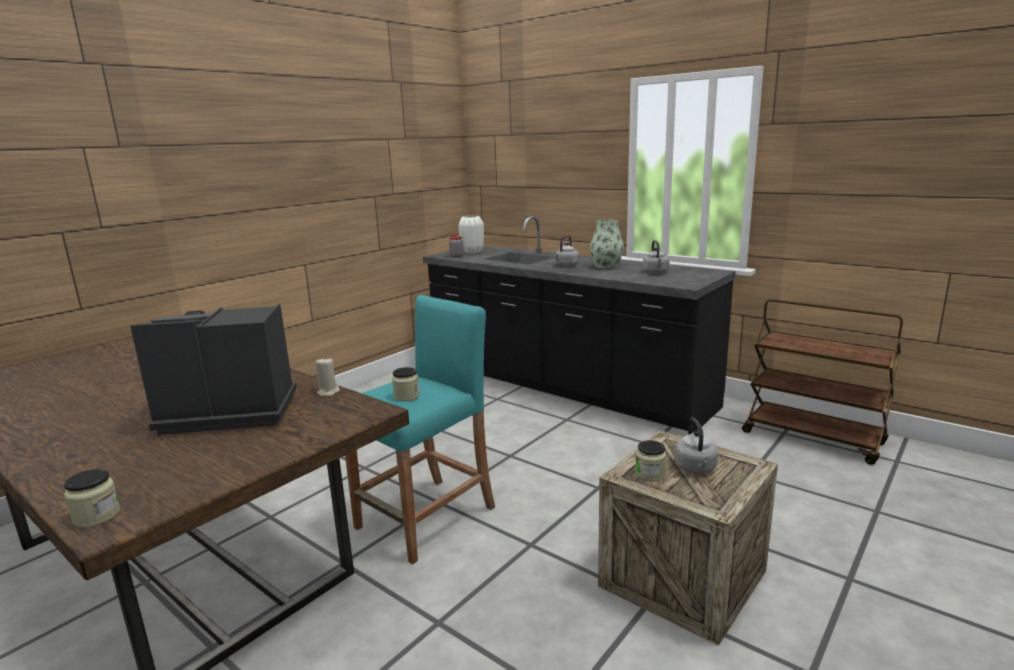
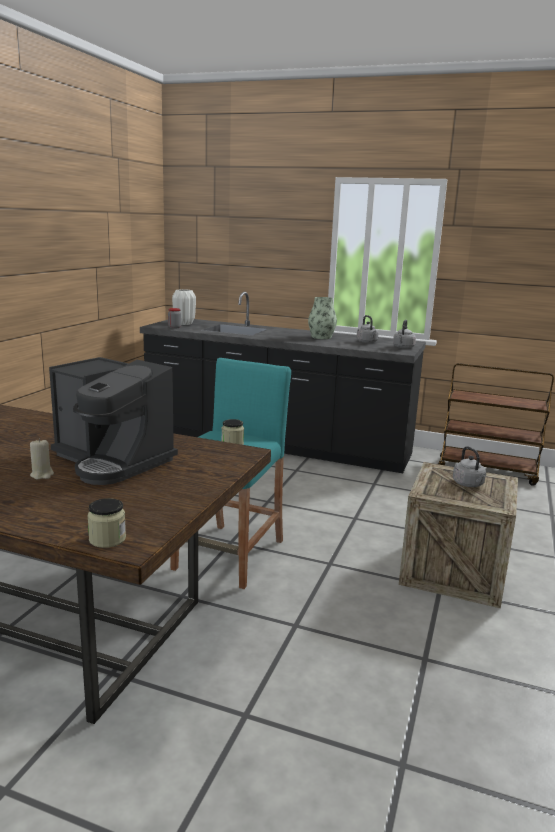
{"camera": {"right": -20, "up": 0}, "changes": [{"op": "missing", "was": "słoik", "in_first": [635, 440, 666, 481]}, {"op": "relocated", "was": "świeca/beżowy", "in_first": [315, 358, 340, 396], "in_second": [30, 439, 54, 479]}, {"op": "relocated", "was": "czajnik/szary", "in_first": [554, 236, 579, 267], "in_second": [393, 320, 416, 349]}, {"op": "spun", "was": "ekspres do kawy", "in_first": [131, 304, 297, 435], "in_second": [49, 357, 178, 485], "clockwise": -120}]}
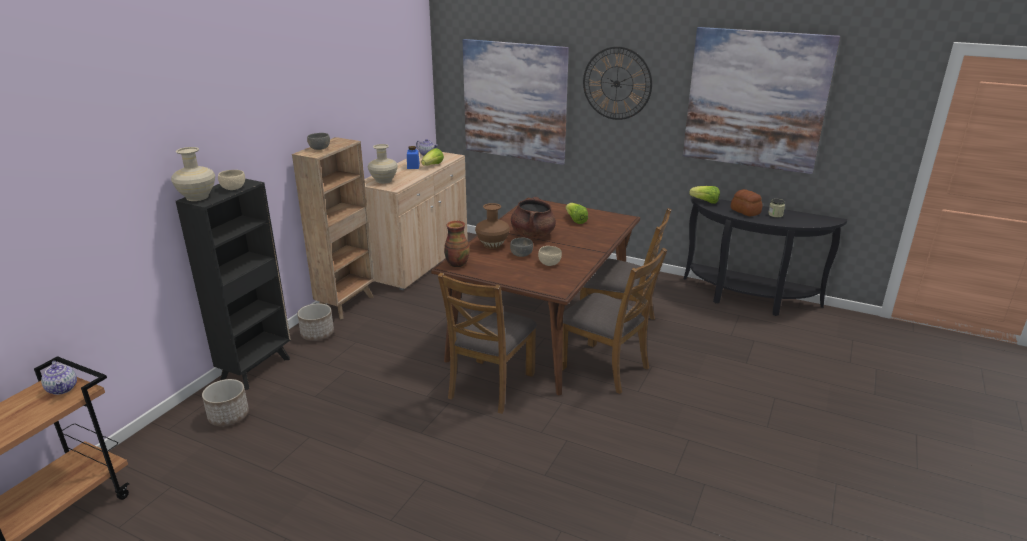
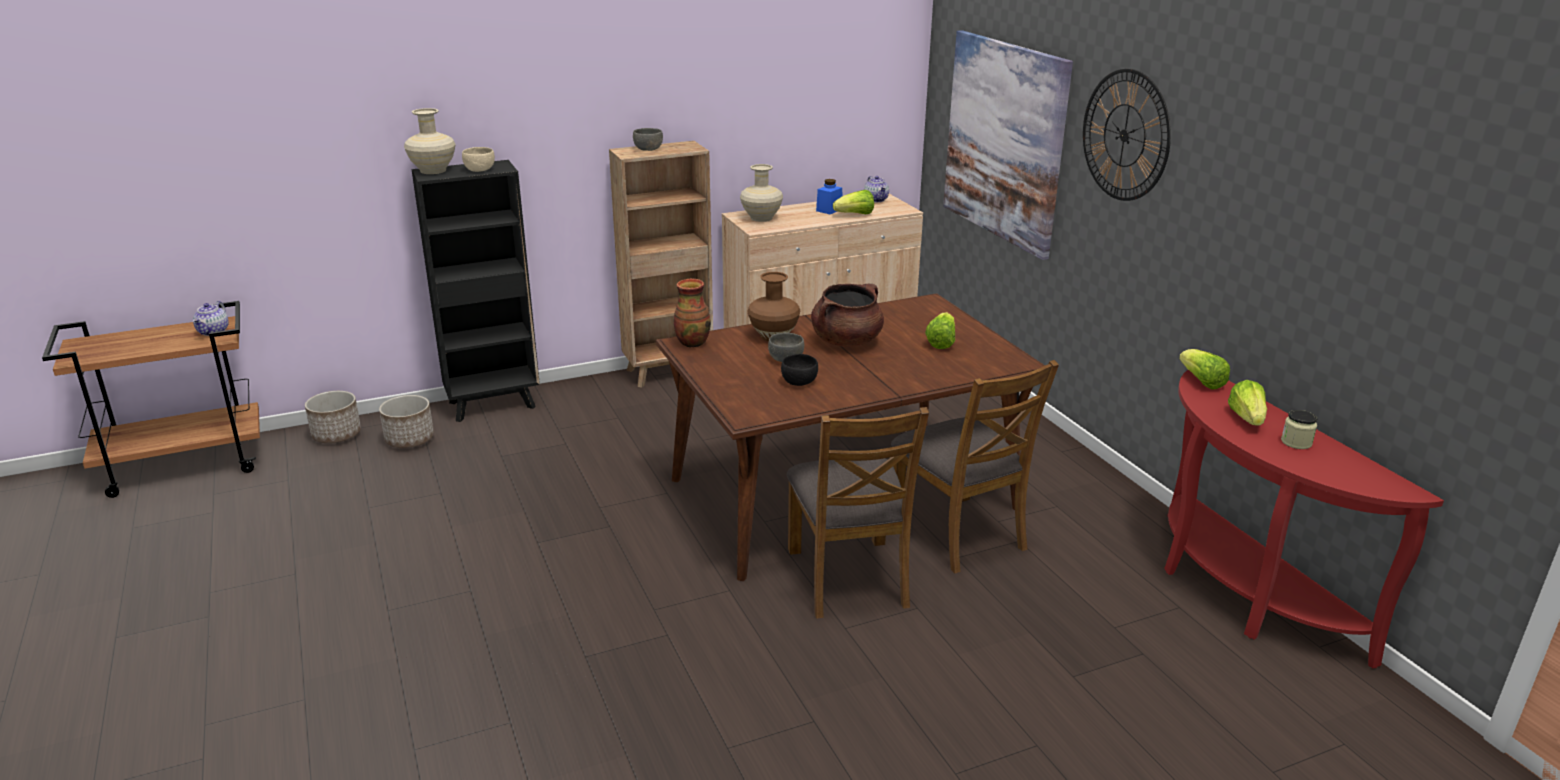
{"camera": {"right": 40, "up": 0}, "changes": [{"op": "missing", "was": "krzesło/brązowy", "in_first": [438, 273, 537, 414]}, {"op": "missing", "was": "obraz", "in_first": [683, 27, 840, 174]}, {"op": "relocated", "was": "donica", "in_first": [297, 303, 334, 341], "in_second": [305, 391, 361, 444]}, {"op": "exchanged", "was": "chleb", "now": "sałata", "in_first": [731, 189, 763, 216], "in_second": [1228, 380, 1267, 426]}, {"op": "colour", "was": "miska/beżowy", "now": "miska/czarny", "in_first": [538, 246, 562, 266], "in_second": [781, 354, 818, 386]}, {"op": "colour", "was": "stolik konsolowy/czarny", "now": "stolik konsolowy/czerwony", "in_first": [684, 196, 848, 316], "in_second": [1164, 370, 1444, 668]}]}
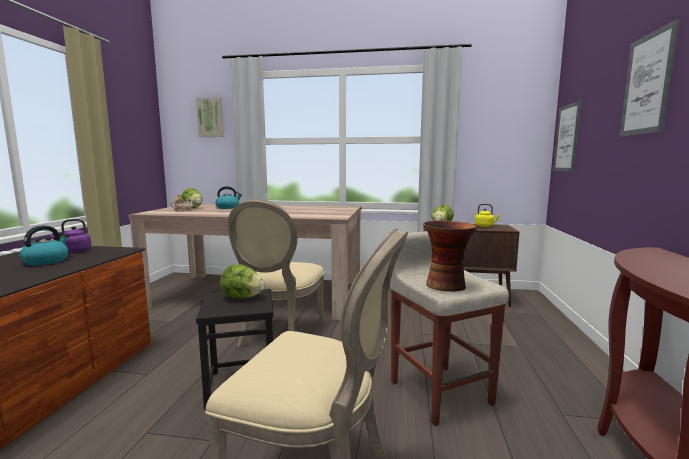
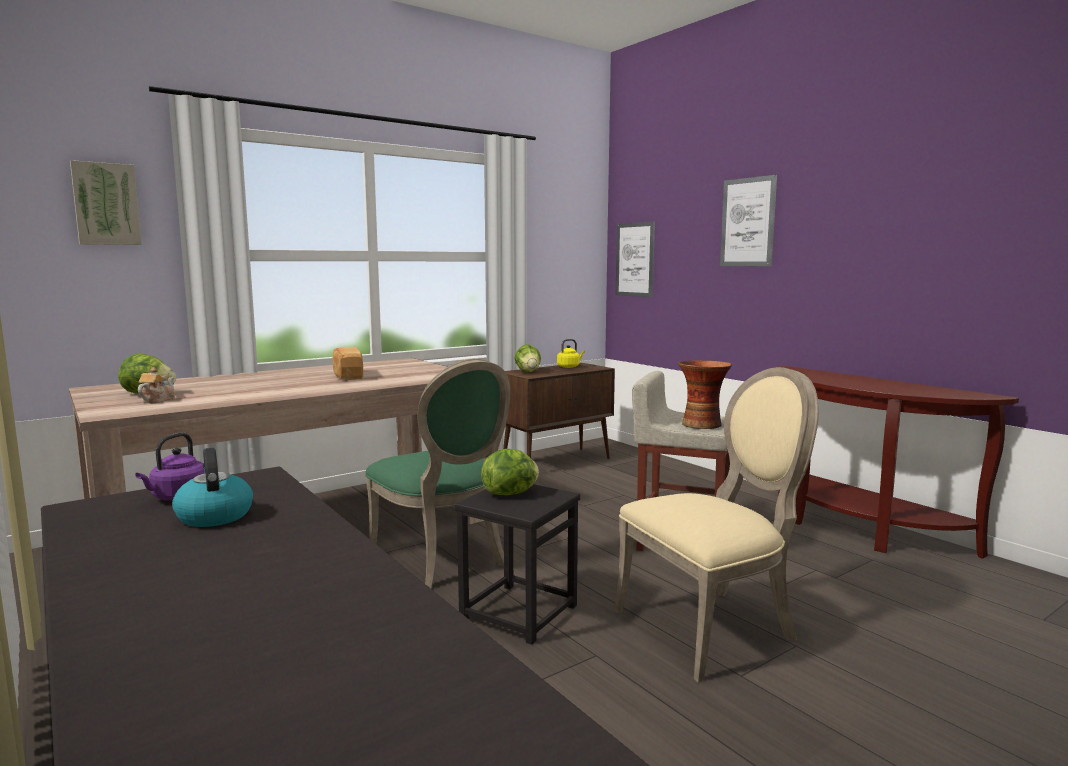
{"camera": {"right": -45, "up": 0}, "changes": [{"op": "missing", "was": "czajnik", "in_first": [215, 186, 242, 209]}, {"op": "appeared", "now": "chleb", "in_second": [333, 347, 363, 380]}, {"op": "colour", "was": "krzesło/beżowy", "now": "krzesło/zielony", "in_first": [228, 199, 324, 348], "in_second": [365, 358, 510, 588]}]}
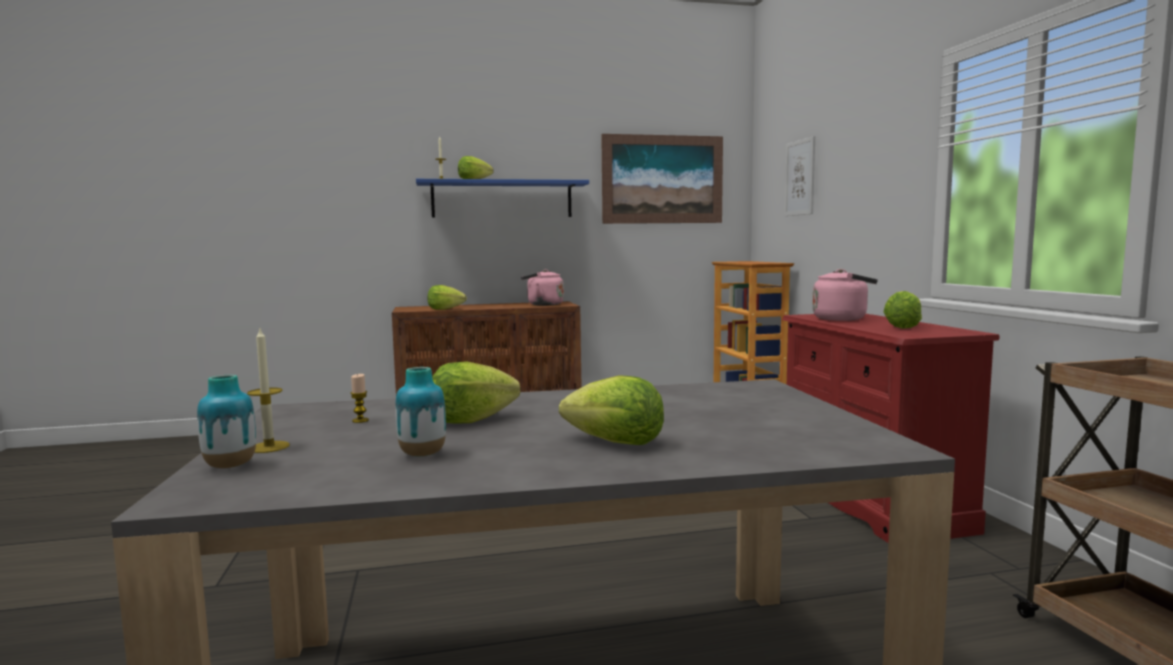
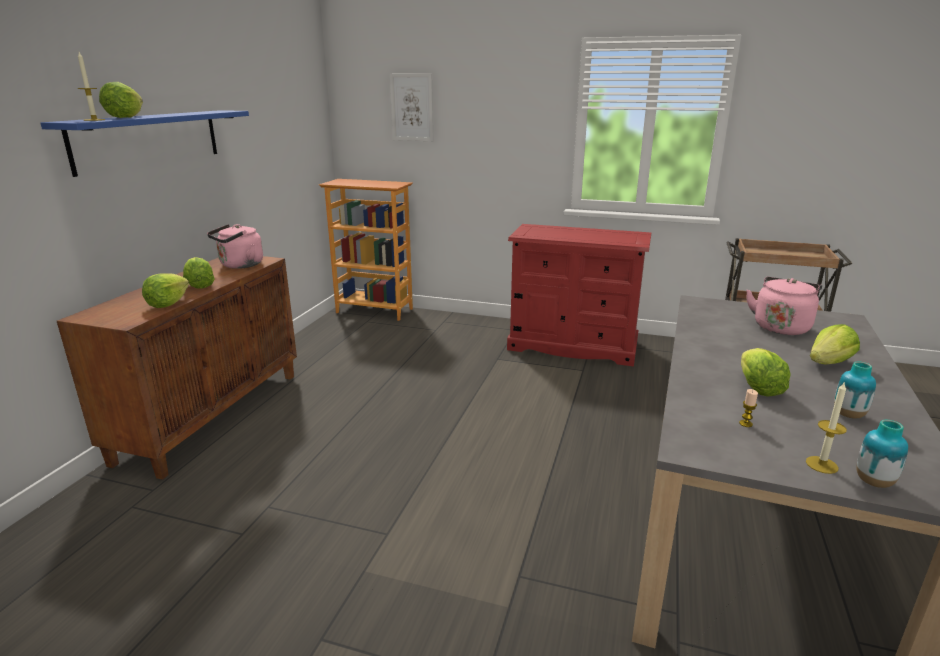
{"camera": {"right": -60, "up": 15}, "changes": [{"op": "missing", "was": "obraz", "in_first": [601, 134, 723, 224]}, {"op": "relocated", "was": "czajnik/różowy", "in_first": [812, 269, 878, 321], "in_second": [746, 276, 822, 335]}, {"op": "relocated", "was": "sałata", "in_first": [883, 291, 922, 329], "in_second": [183, 257, 215, 289]}]}
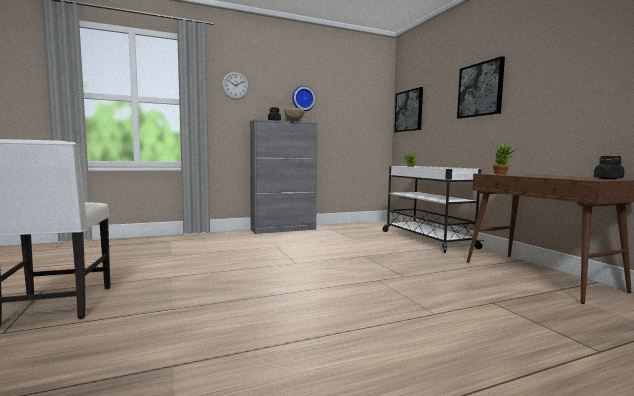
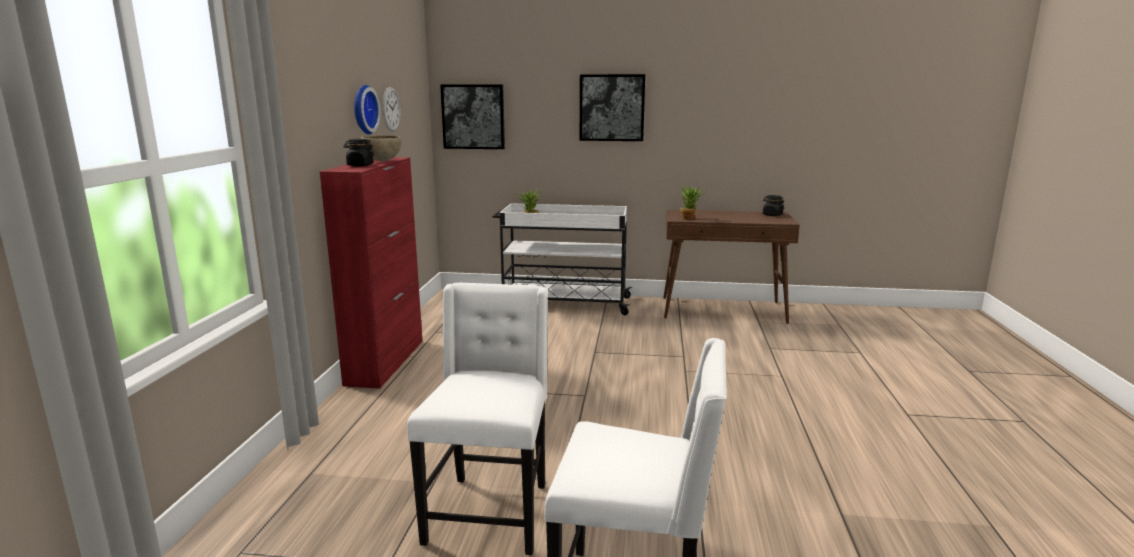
{"camera": {"right": -60, "up": 10}, "changes": [{"op": "appeared", "now": "krzesło/biały", "in_second": [407, 283, 548, 555]}, {"op": "relocated", "was": "zegar ścienny", "in_first": [222, 72, 249, 100], "in_second": [383, 87, 401, 131]}, {"op": "colour", "was": "szafka/szary", "now": "szafka/czerwony", "in_first": [250, 119, 318, 234], "in_second": [320, 157, 423, 389]}]}
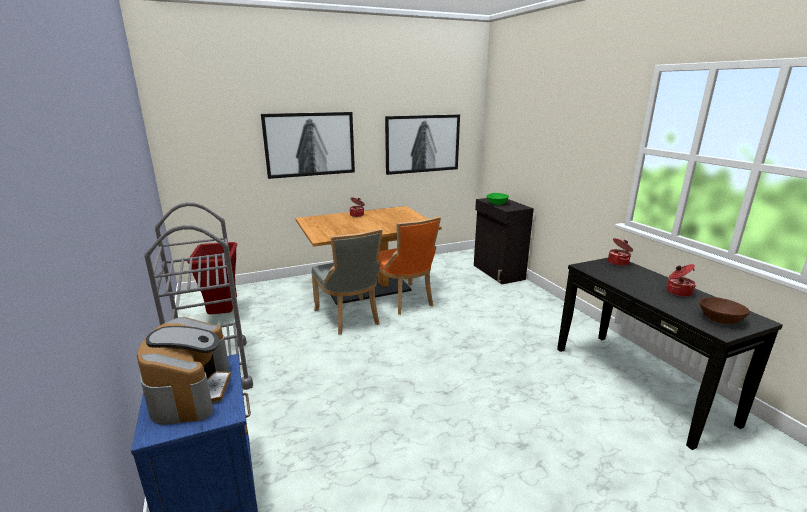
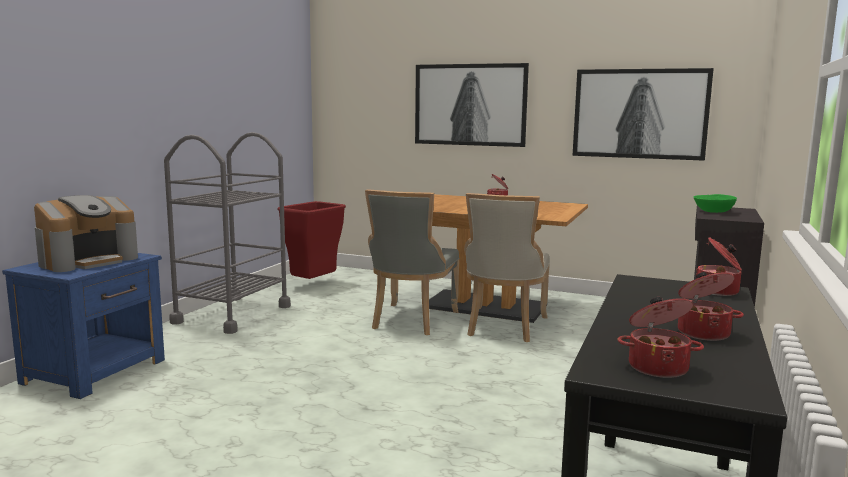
{"camera": {"right": 45, "up": -10}, "changes": [{"op": "exchanged", "was": "miska/brązowy", "now": "garnek", "in_first": [700, 297, 750, 324], "in_second": [618, 297, 704, 378]}, {"op": "colour", "was": "krzesło/pomarańczowy", "now": "krzesło/beżowy", "in_first": [378, 217, 441, 315], "in_second": [464, 193, 550, 342]}]}
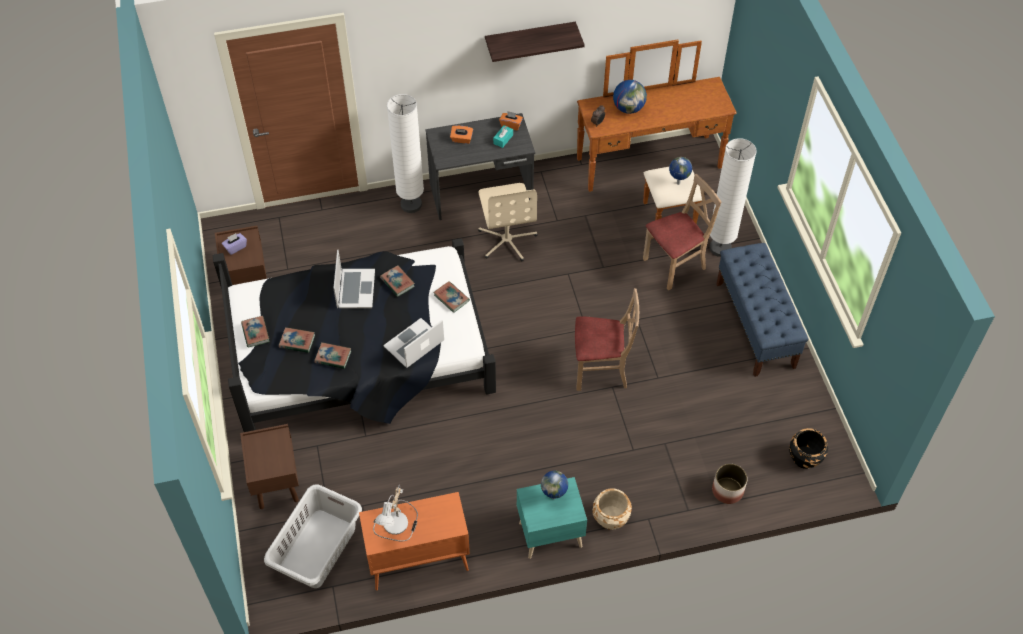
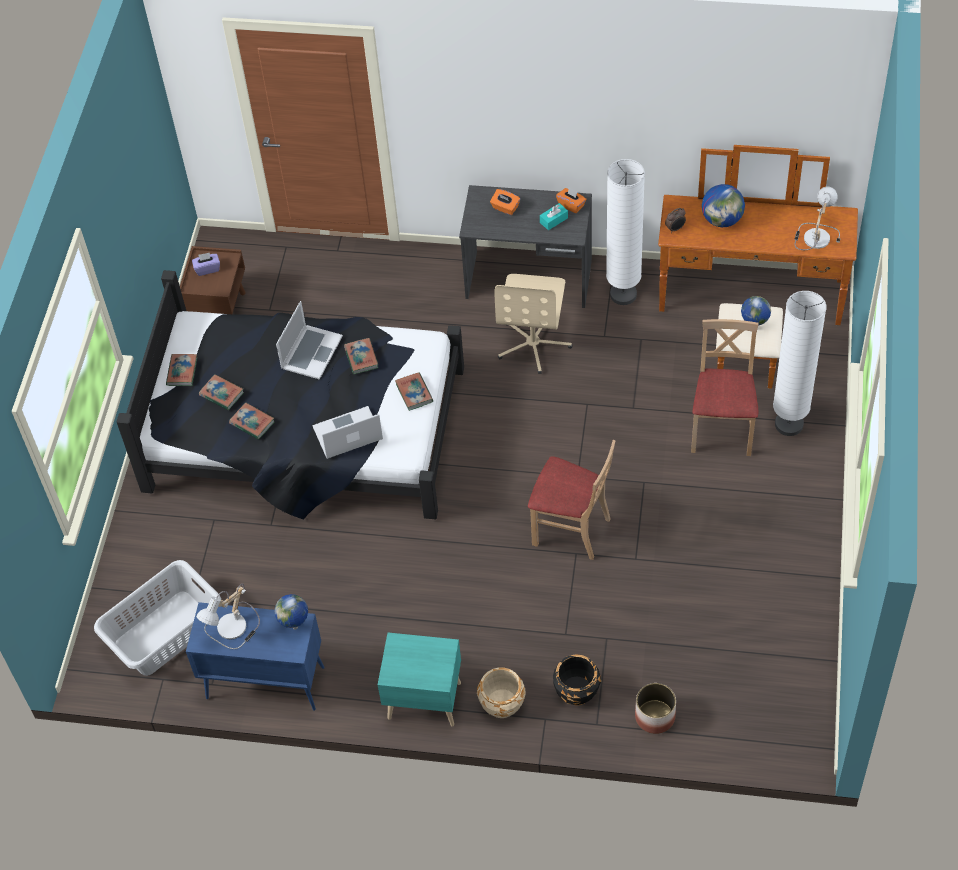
{"camera": {"right": 25, "up": 0}, "changes": [{"op": "missing", "was": "szafka nocna/brązowy", "in_first": [240, 424, 299, 509]}, {"op": "missing", "was": "półka", "in_first": [485, 22, 585, 62]}, {"op": "missing", "was": "ławka/niebieski", "in_first": [716, 243, 808, 377]}, {"op": "appeared", "now": "lampa stołowa", "in_second": [794, 186, 840, 250]}, {"op": "relocated", "was": "lampa stojąca/biały", "in_first": [387, 94, 424, 213], "in_second": [606, 159, 645, 305]}, {"op": "relocated", "was": "globus", "in_first": [541, 471, 568, 499], "in_second": [274, 594, 308, 630]}, {"op": "relocated", "was": "donica/czarny", "in_first": [789, 428, 828, 469], "in_second": [553, 654, 601, 705]}, {"op": "colour", "was": "szafka/pomarańczowy", "now": "szafka/niebieski", "in_first": [359, 492, 470, 591], "in_second": [186, 602, 325, 711]}, {"op": "spun", "was": "krzesło/beżowy", "in_first": [643, 174, 722, 290], "in_second": [691, 319, 758, 456], "clockwise": -75}]}
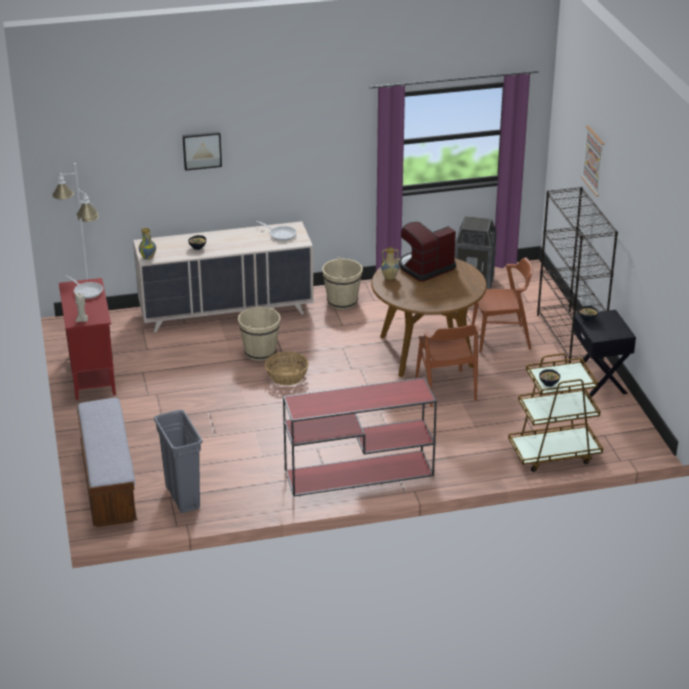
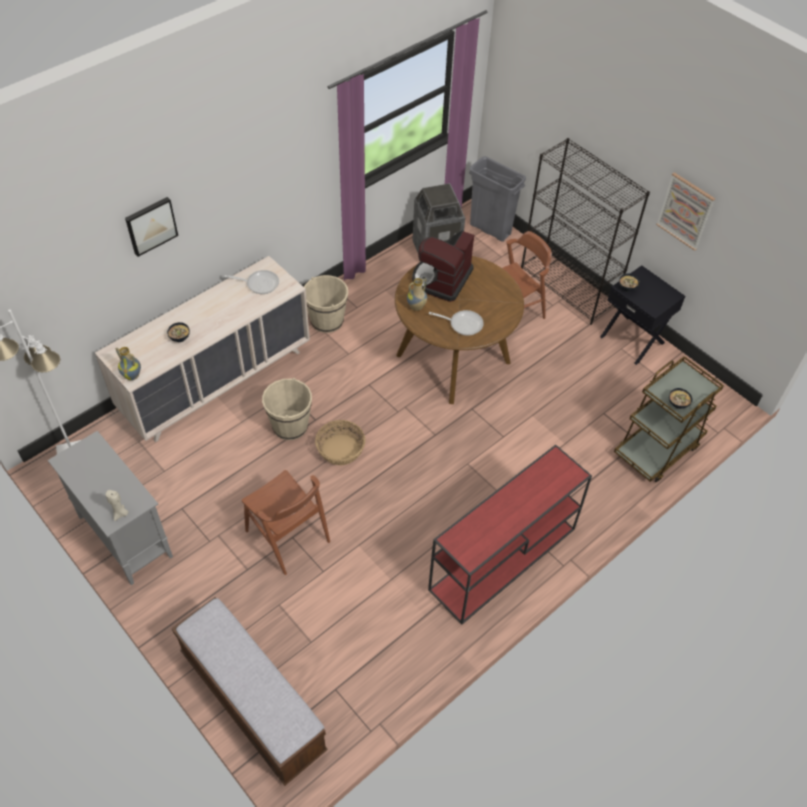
{"camera": {"right": -30, "up": 20}, "changes": [{"op": "relocated", "was": "patelnia", "in_first": [65, 275, 103, 299], "in_second": [429, 310, 484, 336]}, {"op": "relocated", "was": "kosz na śmieci/szary", "in_first": [154, 410, 203, 513], "in_second": [469, 156, 526, 242]}, {"op": "relocated", "was": "krzesło/brązowy", "in_first": [416, 325, 479, 407], "in_second": [242, 470, 330, 575]}, {"op": "relocated", "was": "obraz", "in_first": [581, 125, 605, 197], "in_second": [656, 172, 715, 251]}, {"op": "colour", "was": "szafka/czerwony", "now": "szafka/szary", "in_first": [59, 278, 116, 400], "in_second": [48, 431, 173, 585]}]}
